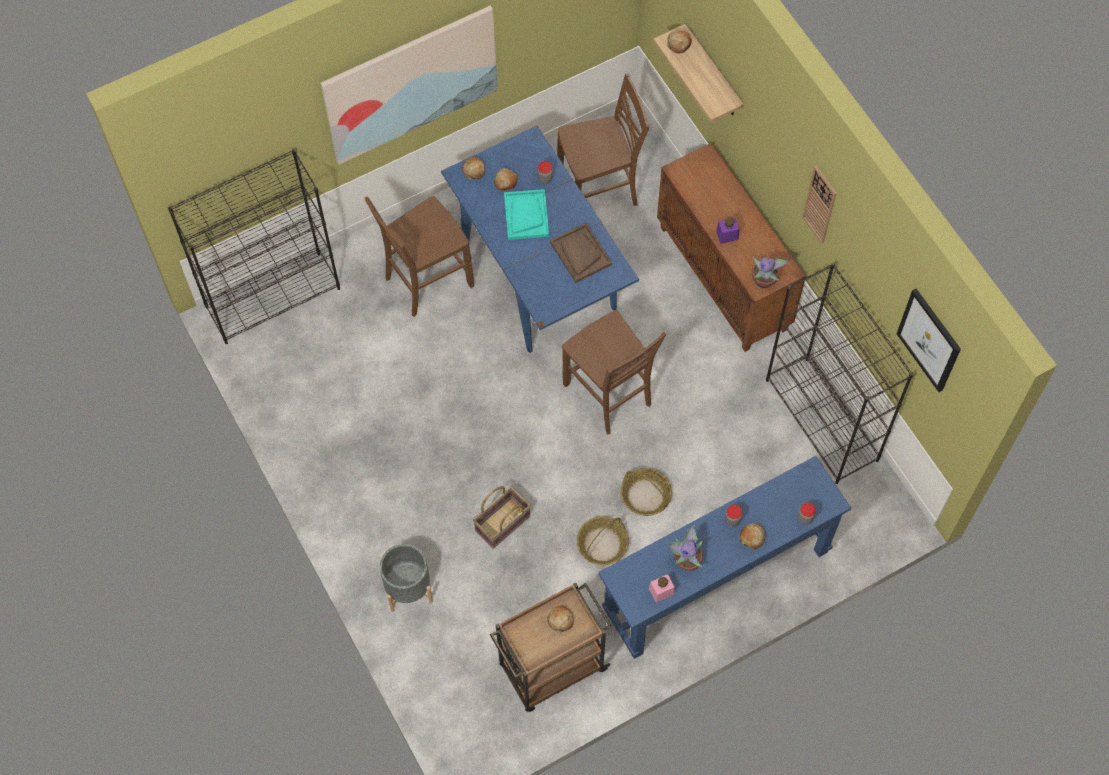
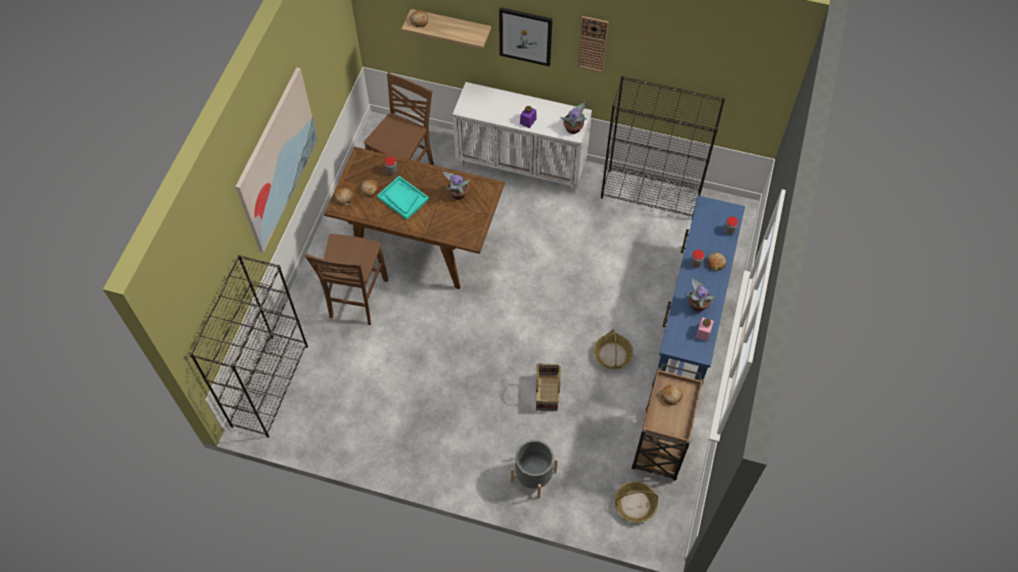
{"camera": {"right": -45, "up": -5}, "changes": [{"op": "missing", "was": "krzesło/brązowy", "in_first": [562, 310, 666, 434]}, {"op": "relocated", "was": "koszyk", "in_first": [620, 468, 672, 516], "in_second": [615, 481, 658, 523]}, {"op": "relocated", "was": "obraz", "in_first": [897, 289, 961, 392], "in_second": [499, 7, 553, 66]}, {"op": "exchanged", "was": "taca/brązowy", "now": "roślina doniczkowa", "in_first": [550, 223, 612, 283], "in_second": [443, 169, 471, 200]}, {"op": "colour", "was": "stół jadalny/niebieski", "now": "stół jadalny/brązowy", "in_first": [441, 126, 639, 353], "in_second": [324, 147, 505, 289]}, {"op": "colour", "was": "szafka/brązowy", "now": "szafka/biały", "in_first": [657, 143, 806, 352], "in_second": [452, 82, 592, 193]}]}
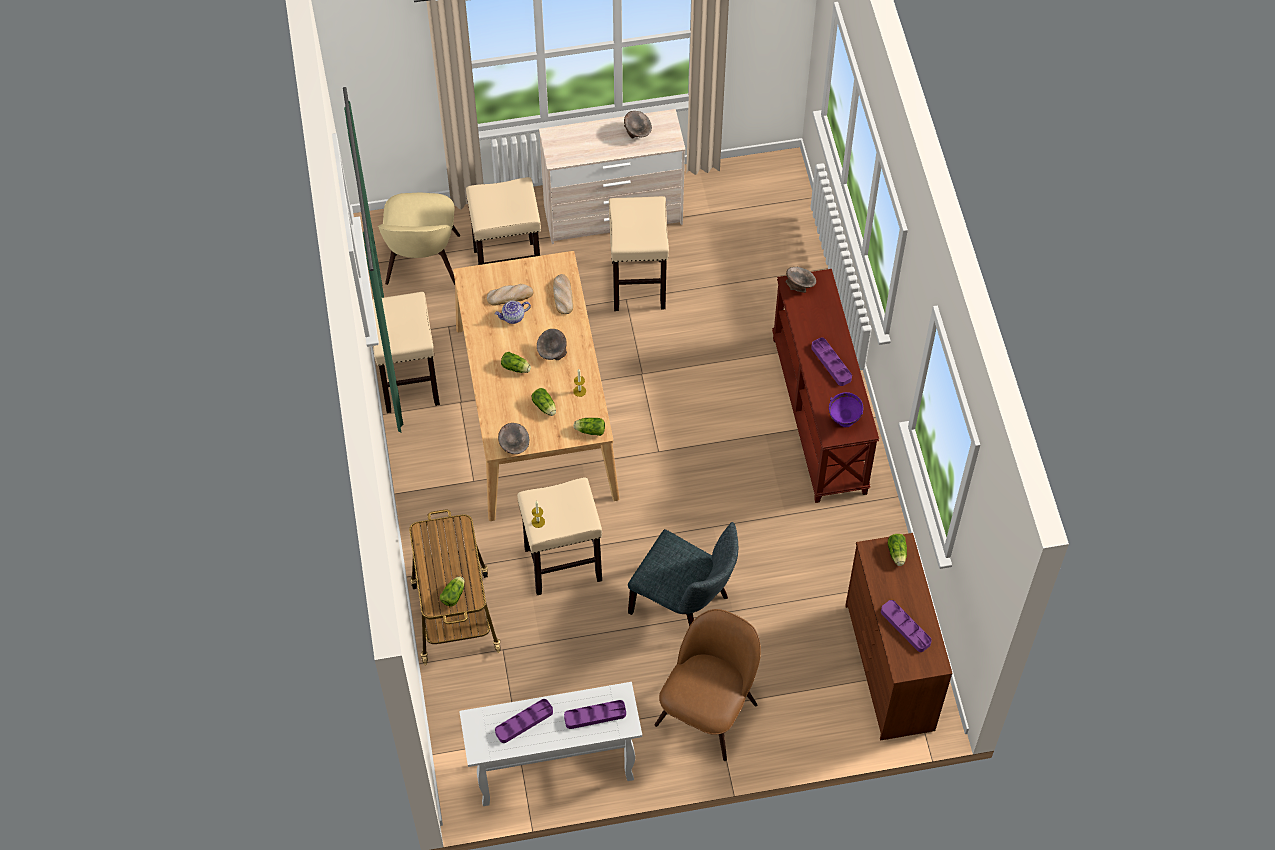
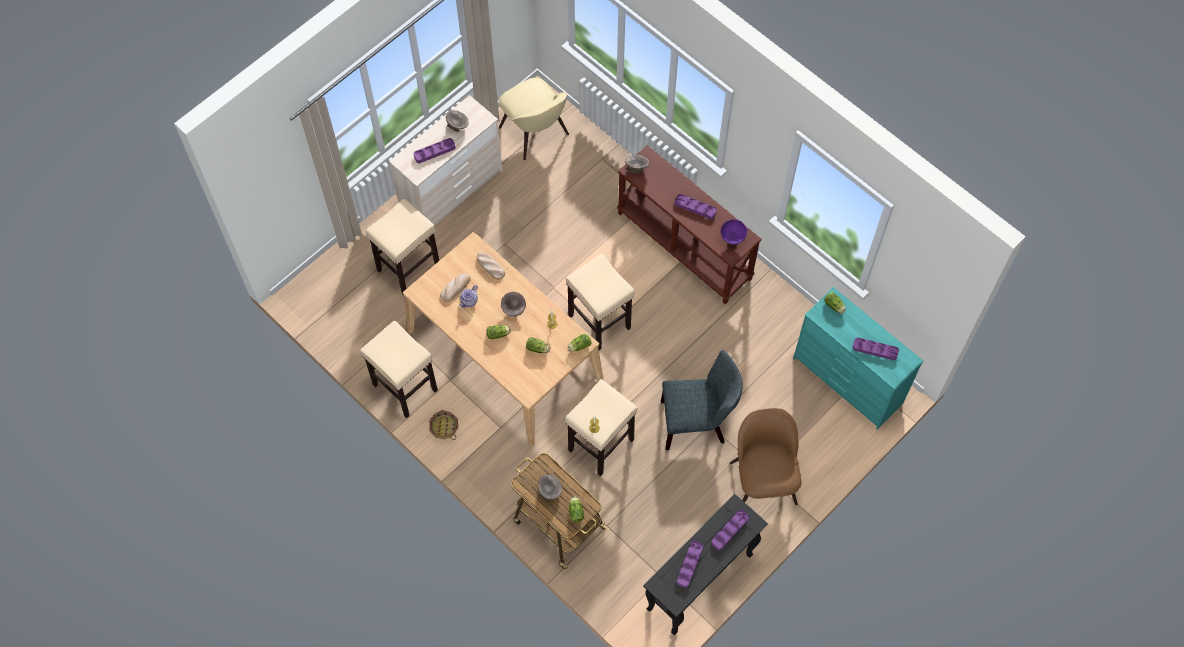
{"camera": {"right": -35, "up": 5}, "changes": [{"op": "appeared", "now": "taca/fioletowy", "in_second": [414, 138, 455, 163]}, {"op": "appeared", "now": "koszyk", "in_second": [429, 410, 458, 440]}, {"op": "relocated", "was": "krzesło/beżowy", "in_first": [378, 192, 460, 285], "in_second": [499, 78, 569, 160]}, {"op": "relocated", "was": "miska/szary", "in_first": [498, 423, 529, 454], "in_second": [537, 474, 562, 500]}, {"op": "relocated", "was": "stołek/beżowy", "in_first": [609, 196, 669, 311], "in_second": [566, 254, 635, 350]}, {"op": "colour", "was": "stolik konsolowy/biały", "now": "stolik konsolowy/czarny", "in_first": [459, 682, 642, 806], "in_second": [643, 494, 768, 635]}, {"op": "colour", "was": "komoda/brązowy", "now": "komoda/turkusowy", "in_first": [845, 533, 953, 741], "in_second": [793, 287, 923, 430]}]}
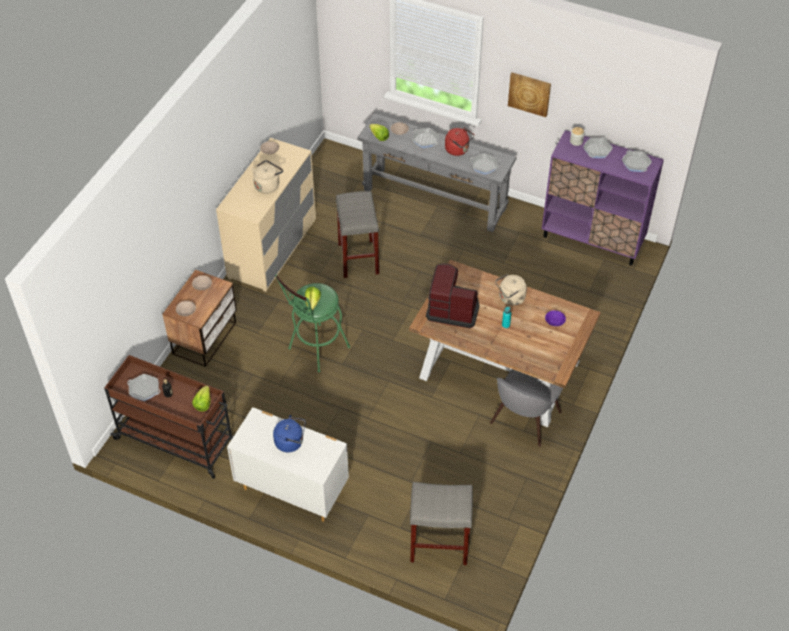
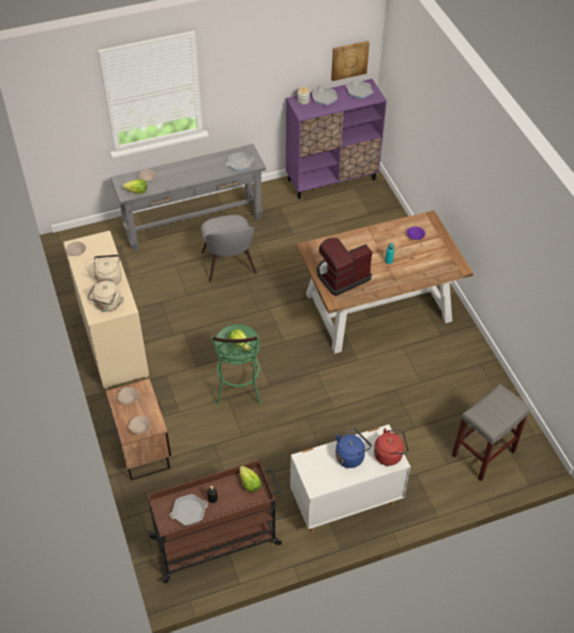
{"camera": {"right": -45, "up": 0}, "changes": [{"op": "missing", "was": "stołek/szary", "in_first": [336, 191, 379, 278]}, {"op": "missing", "was": "patelnia", "in_first": [412, 128, 439, 148]}, {"op": "relocated", "was": "czajnik/czerwony", "in_first": [445, 127, 474, 156], "in_second": [374, 428, 409, 466]}, {"op": "relocated", "was": "krzesło/szary", "in_first": [490, 369, 563, 447], "in_second": [201, 215, 257, 282]}, {"op": "relocated", "was": "czajnik/beżowy", "in_first": [495, 274, 527, 305], "in_second": [88, 281, 124, 312]}, {"op": "relocated", "was": "obraz", "in_first": [508, 73, 551, 117], "in_second": [331, 41, 370, 81]}]}
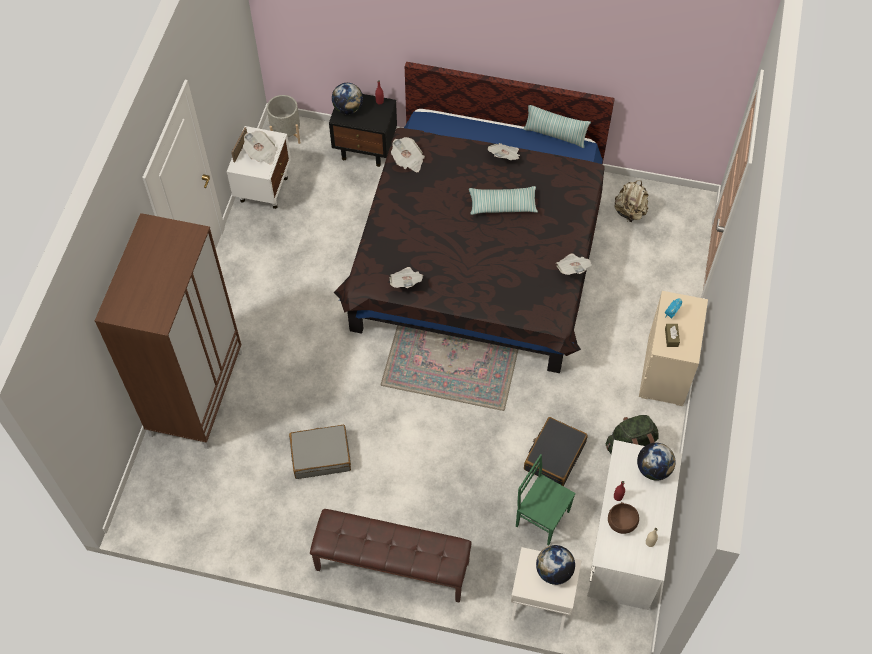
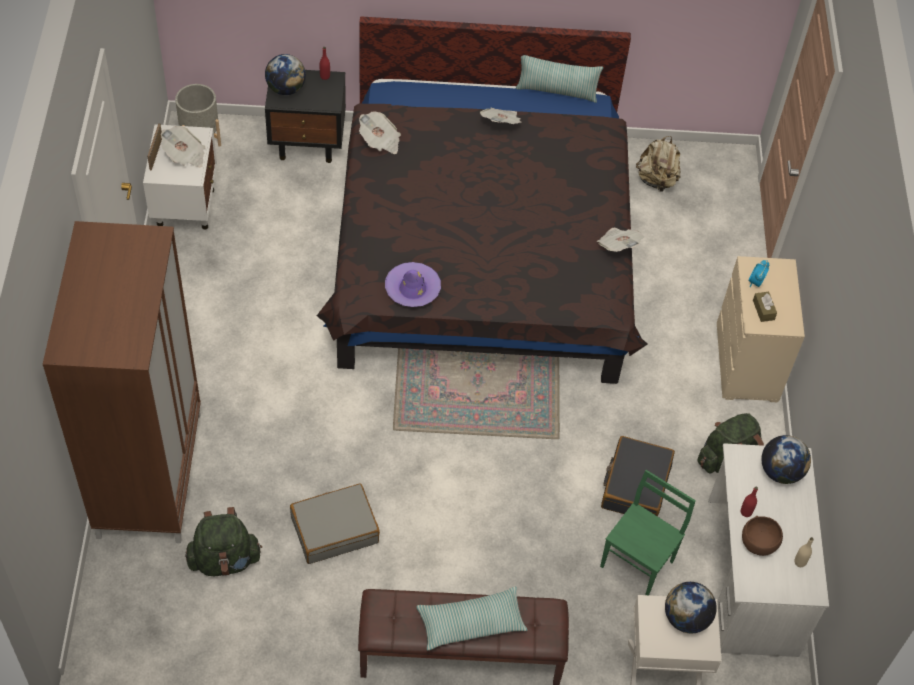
{"camera": {"right": -15, "up": -5}, "changes": [{"op": "appeared", "now": "plecak/zielony", "in_second": [185, 507, 262, 576]}, {"op": "relocated", "was": "poduszka", "in_first": [469, 186, 538, 215], "in_second": [417, 587, 527, 650]}, {"op": "exchanged", "was": "gazeta", "now": "kapelusz/fioletowy", "in_first": [389, 267, 423, 288], "in_second": [385, 262, 441, 307]}, {"op": "spun", "was": "krzesło/zielony", "in_first": [516, 454, 576, 545], "in_second": [600, 470, 696, 595], "clockwise": 105}]}
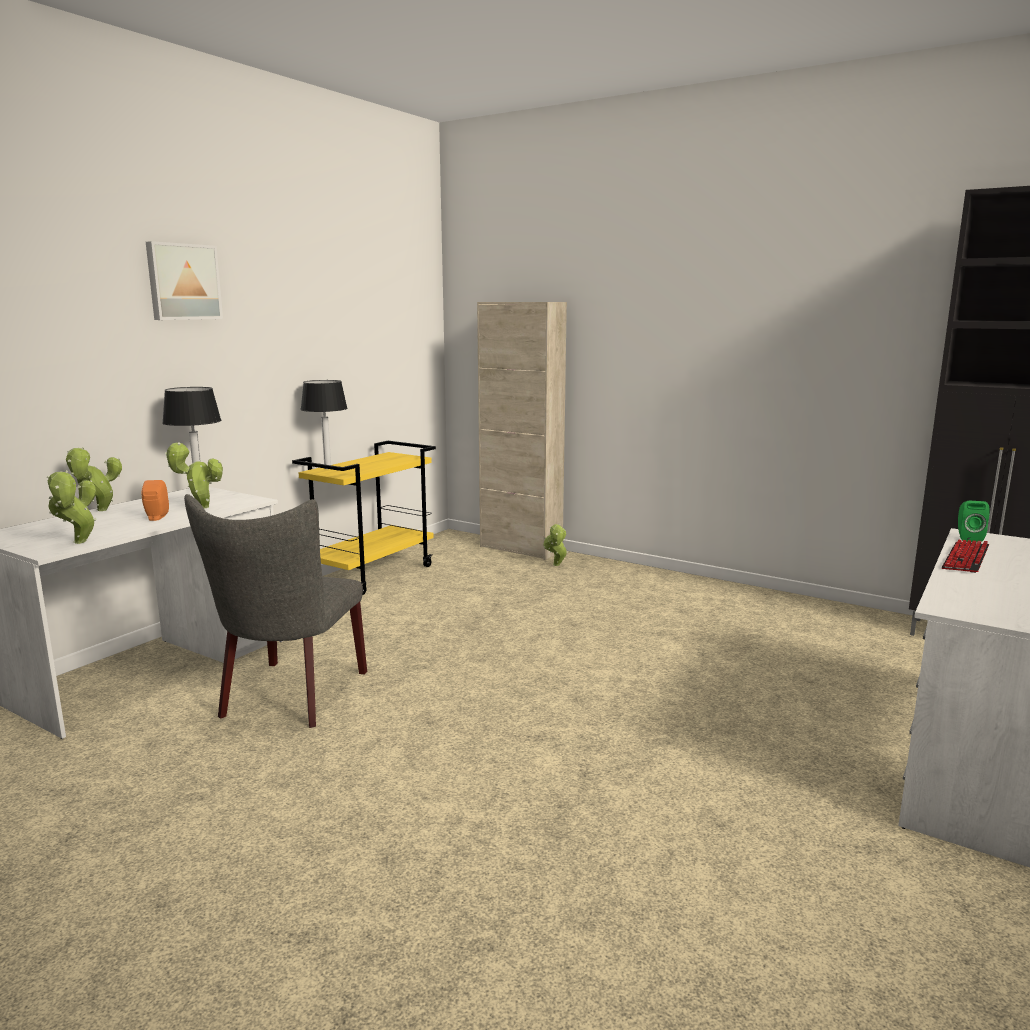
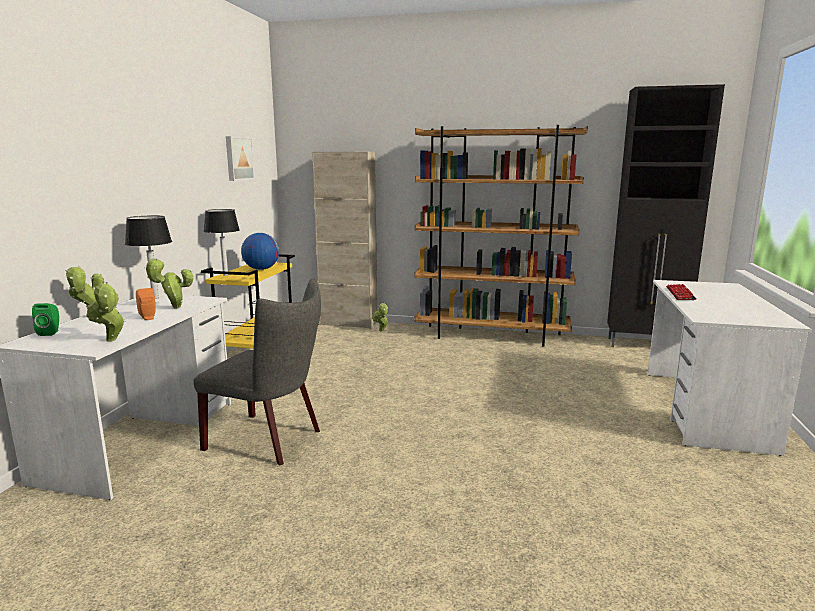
{"camera": {"right": -20, "up": 0}, "changes": [{"op": "appeared", "now": "globus", "in_second": [241, 233, 279, 270]}, {"op": "appeared", "now": "regał/brązowy", "in_second": [414, 125, 588, 347]}, {"op": "relocated", "was": "obraz", "in_first": [146, 241, 223, 320], "in_second": [226, 136, 255, 181]}, {"op": "relocated", "was": "głośnik/zielony", "in_first": [958, 501, 990, 543], "in_second": [32, 303, 59, 336]}, {"op": "spun", "was": "krzesło/szary", "in_first": [184, 494, 367, 728], "in_second": [193, 278, 321, 466], "clockwise": -60}]}
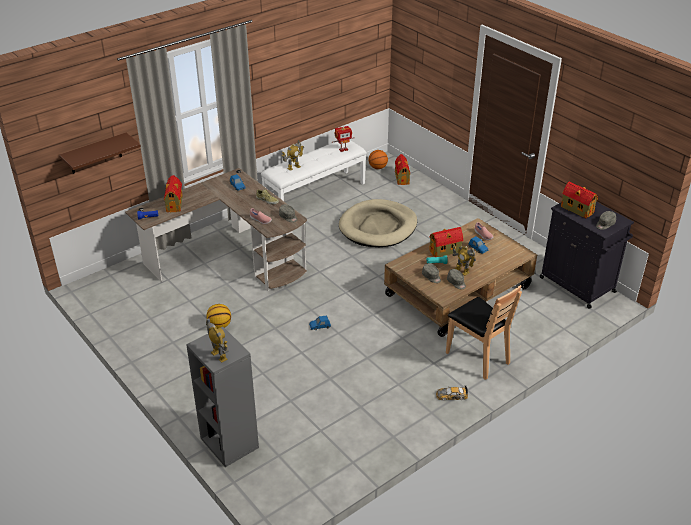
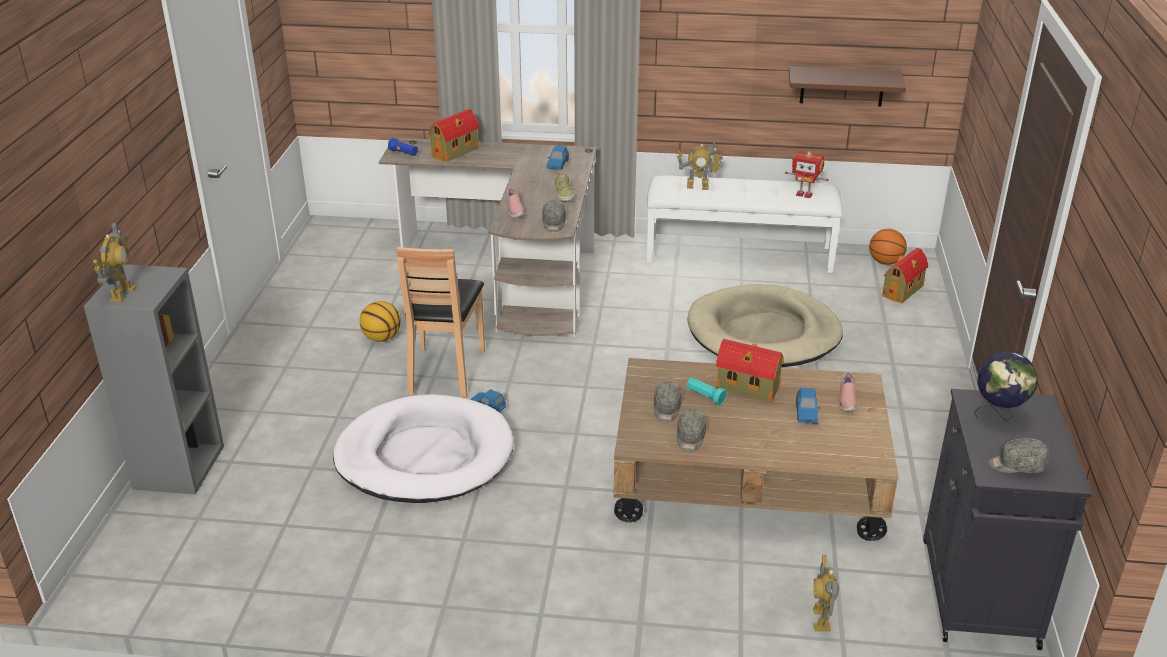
{"camera": {"right": 45, "up": -5}, "changes": [{"op": "missing", "was": "samochodzik", "in_first": [436, 386, 468, 401]}, {"op": "appeared", "now": "legowisko/biały", "in_second": [333, 394, 513, 503]}, {"op": "relocated", "was": "półka/brązowy", "in_first": [59, 133, 141, 174], "in_second": [789, 66, 906, 107]}, {"op": "relocated", "was": "krzesło/brązowy", "in_first": [446, 285, 522, 380], "in_second": [397, 247, 485, 398]}, {"op": "relocated", "was": "robot zabawkowy", "in_first": [452, 244, 476, 276], "in_second": [813, 555, 839, 631]}, {"op": "exchanged", "was": "domek", "now": "globus", "in_first": [561, 182, 598, 218], "in_second": [974, 351, 1038, 421]}]}
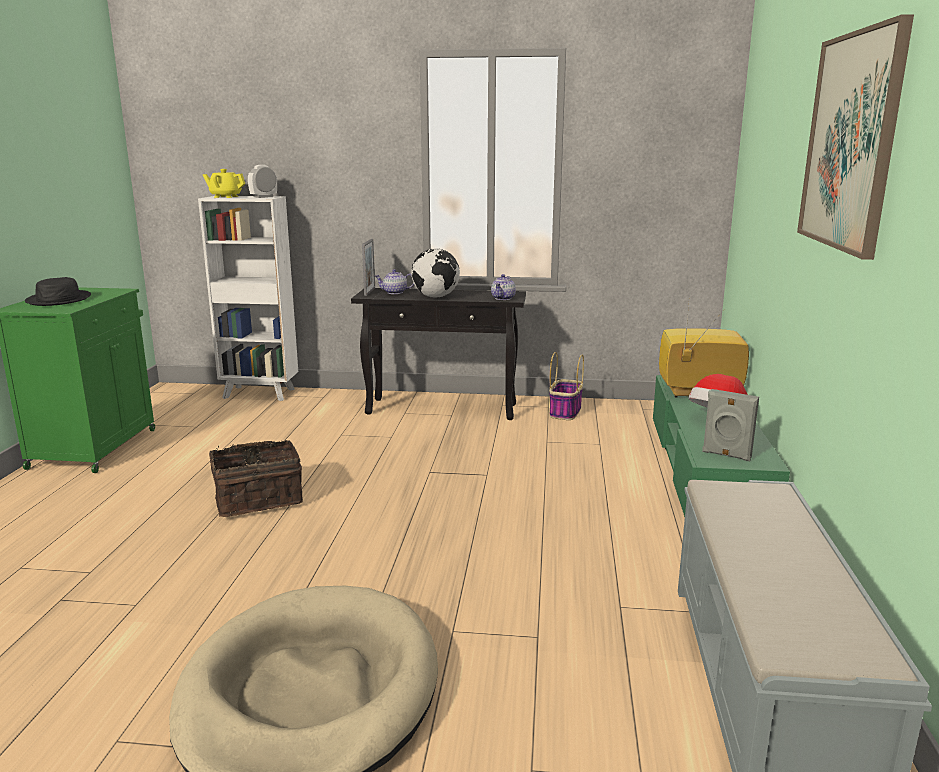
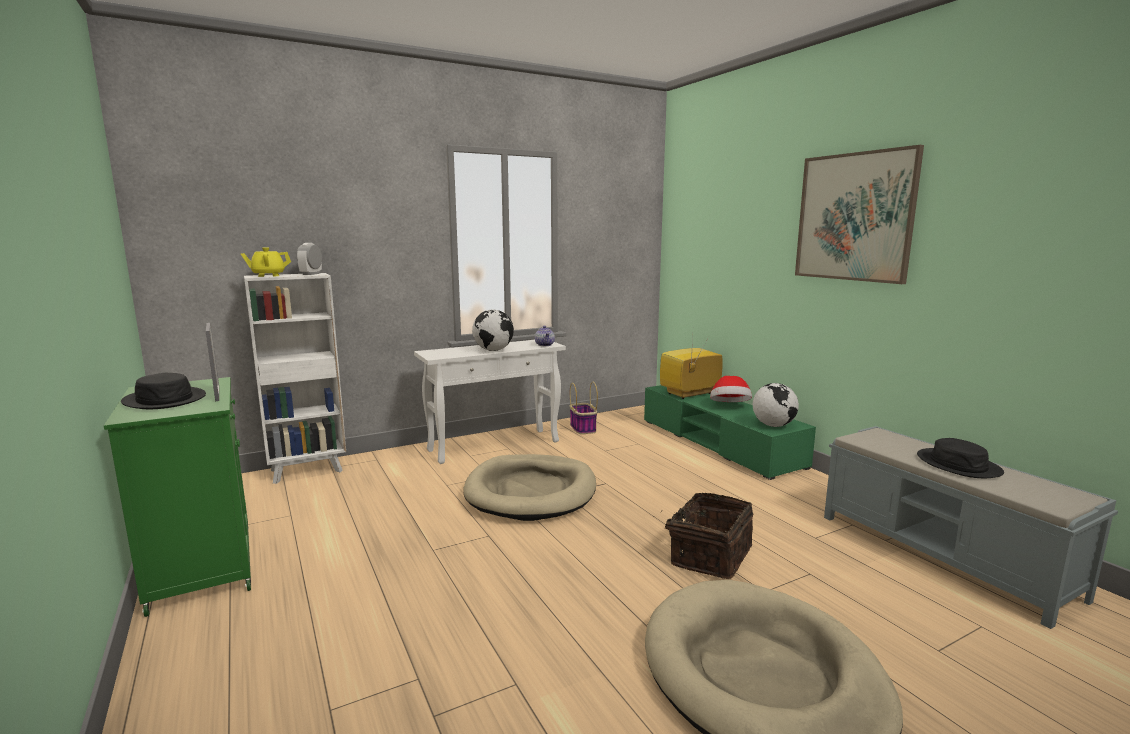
{"camera": {"right": -35, "up": -5}, "changes": [{"op": "missing", "was": "imbryk", "in_first": [375, 269, 414, 294]}, {"op": "appeared", "now": "legowisko/beżowy", "in_second": [463, 454, 596, 521]}, {"op": "appeared", "now": "kapelusz/czarny", "in_second": [917, 438, 1004, 478]}, {"op": "relocated", "was": "koszyk", "in_first": [209, 440, 303, 517], "in_second": [661, 493, 753, 579]}, {"op": "relocated", "was": "ramka na zdjęcie", "in_first": [362, 239, 375, 296], "in_second": [206, 323, 219, 401]}, {"op": "exchanged", "was": "głośnik/szary", "now": "globus", "in_first": [702, 389, 759, 461], "in_second": [753, 383, 799, 427]}, {"op": "colour", "was": "stolik konsolowy/czarny", "now": "stolik konsolowy/biały", "in_first": [351, 288, 526, 420], "in_second": [414, 340, 566, 464]}]}
